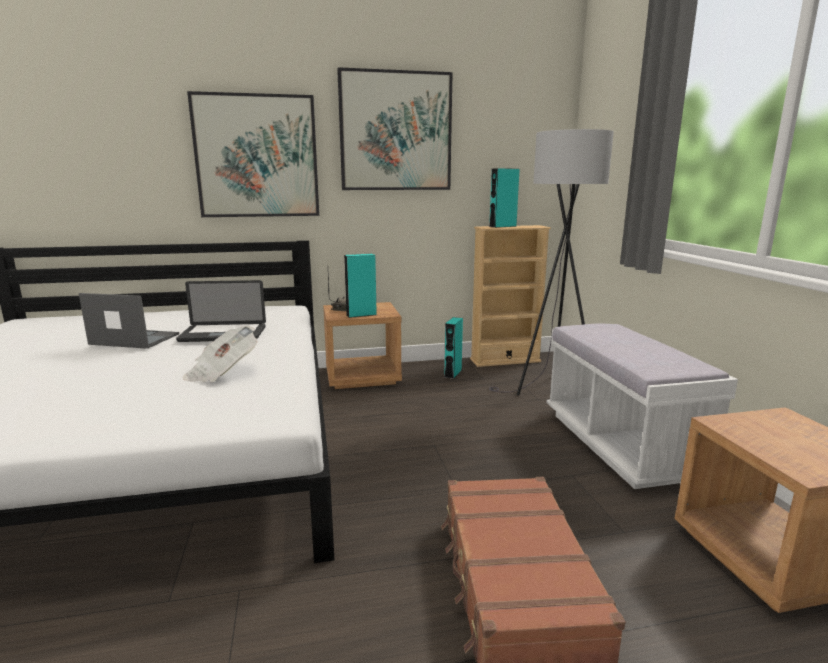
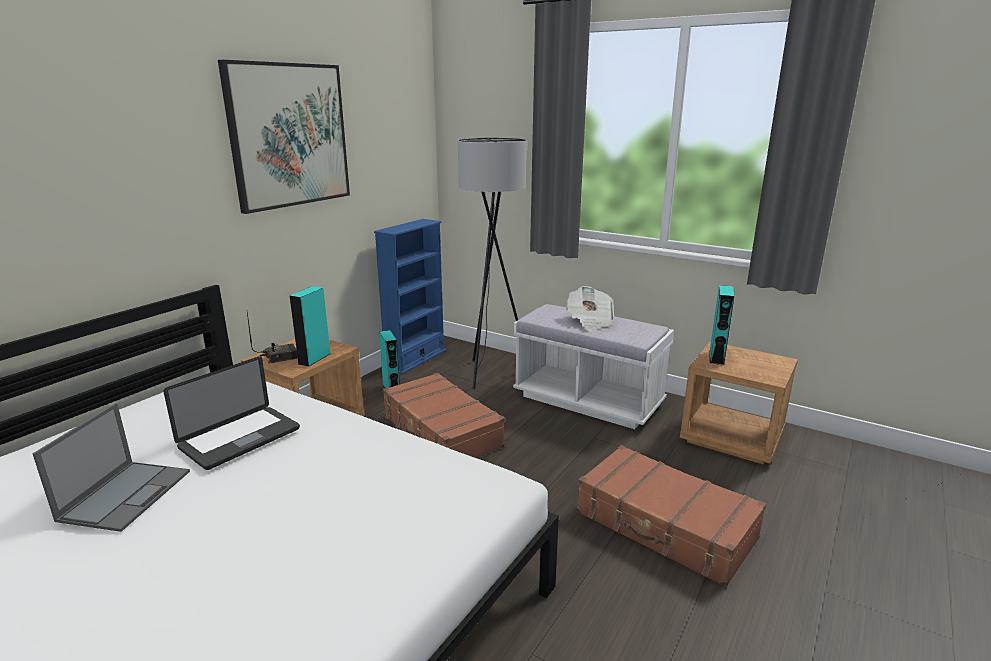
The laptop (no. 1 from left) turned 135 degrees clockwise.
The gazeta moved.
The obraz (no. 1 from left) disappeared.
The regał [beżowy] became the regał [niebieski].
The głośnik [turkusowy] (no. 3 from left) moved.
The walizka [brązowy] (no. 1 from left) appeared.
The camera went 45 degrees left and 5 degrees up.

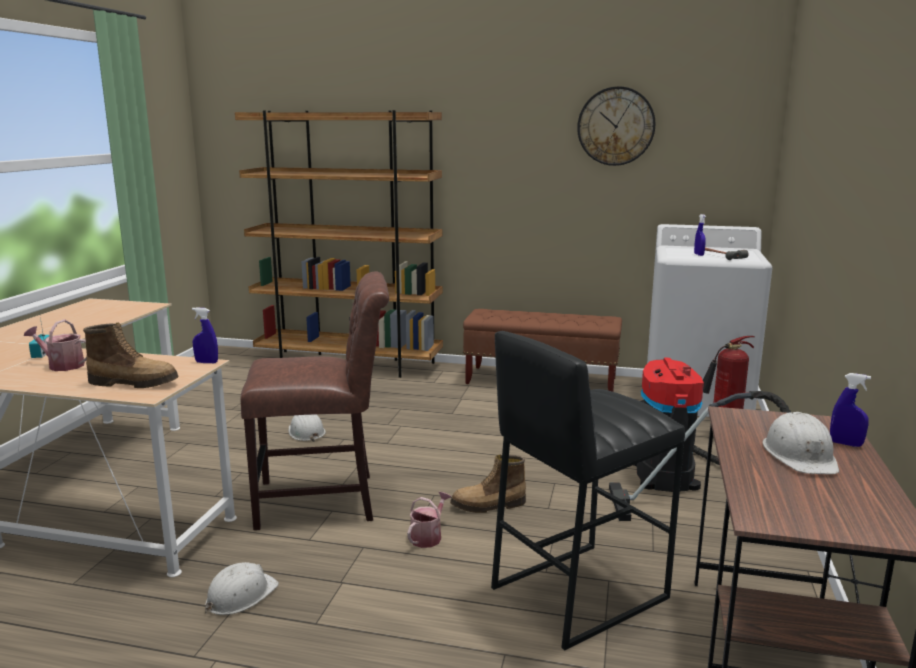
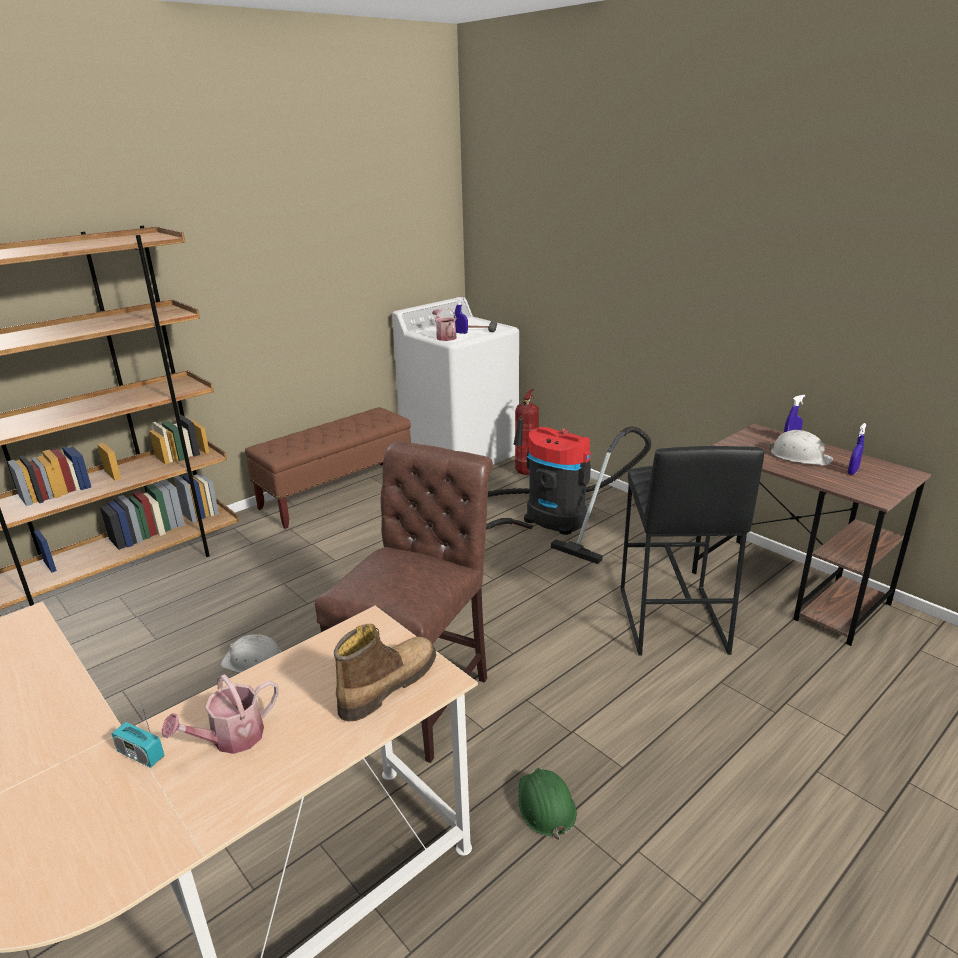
The spryskiwacz [niebieski] (no. 1 from left in the first image) moved.
The kask [biały] (no. 1 from left) became the kask [zielony].
The konewka (no. 2 from left) moved.
The but z cholewką (no. 2 from left) disappeared.
The zegar ścienny disappeared.
The camera went 55 degrees left and 10 degrees up.

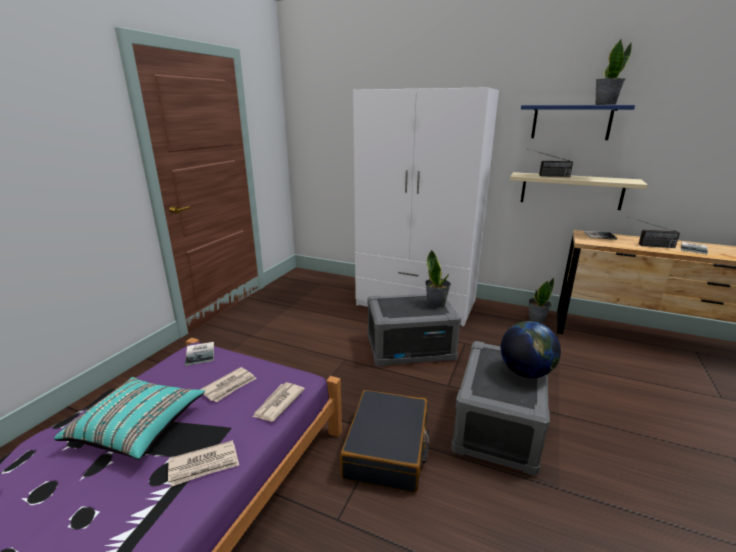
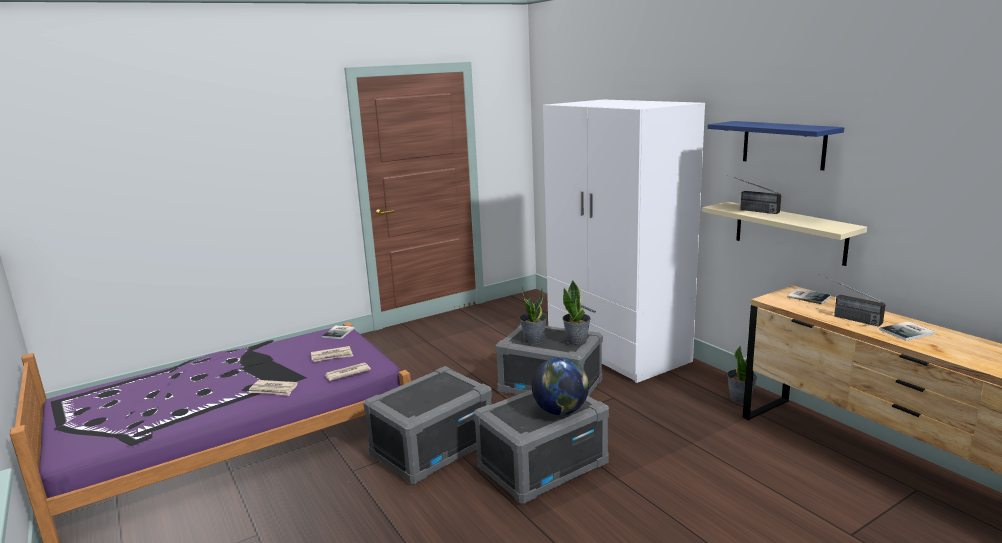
The poduszka [turkusowy] disappeared.
The walizka [czarny] was replaced by the pojemnik do przechowywania [szary] (no. 1 from left).
The roślina doniczkowa (no. 3 from left in the first image) moved.
The camera went 35 degrees right and 5 degrees down.

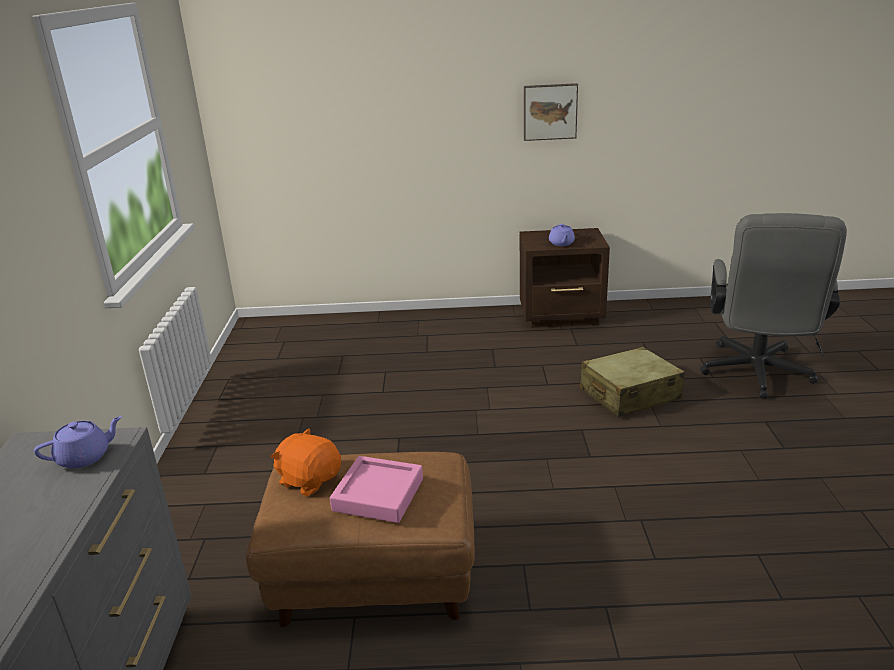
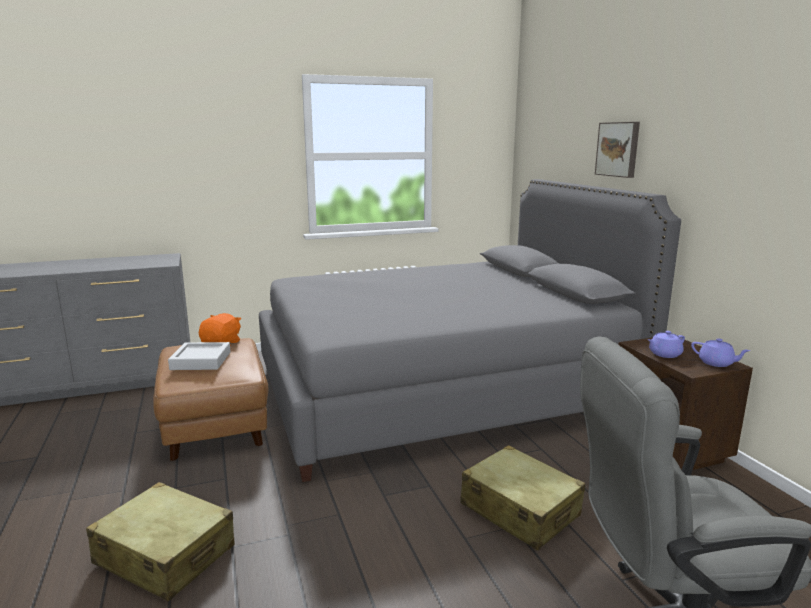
The imbryk [fioletowy] (no. 1 from left in the first image) moved.
The taca [różowy] became the taca [szary].
The obraz moved.
The walizka [beżowy] (no. 1 from left) appeared.
The łóżko [szary] appeared.
The camera went 70 degrees right and 10 degrees down.

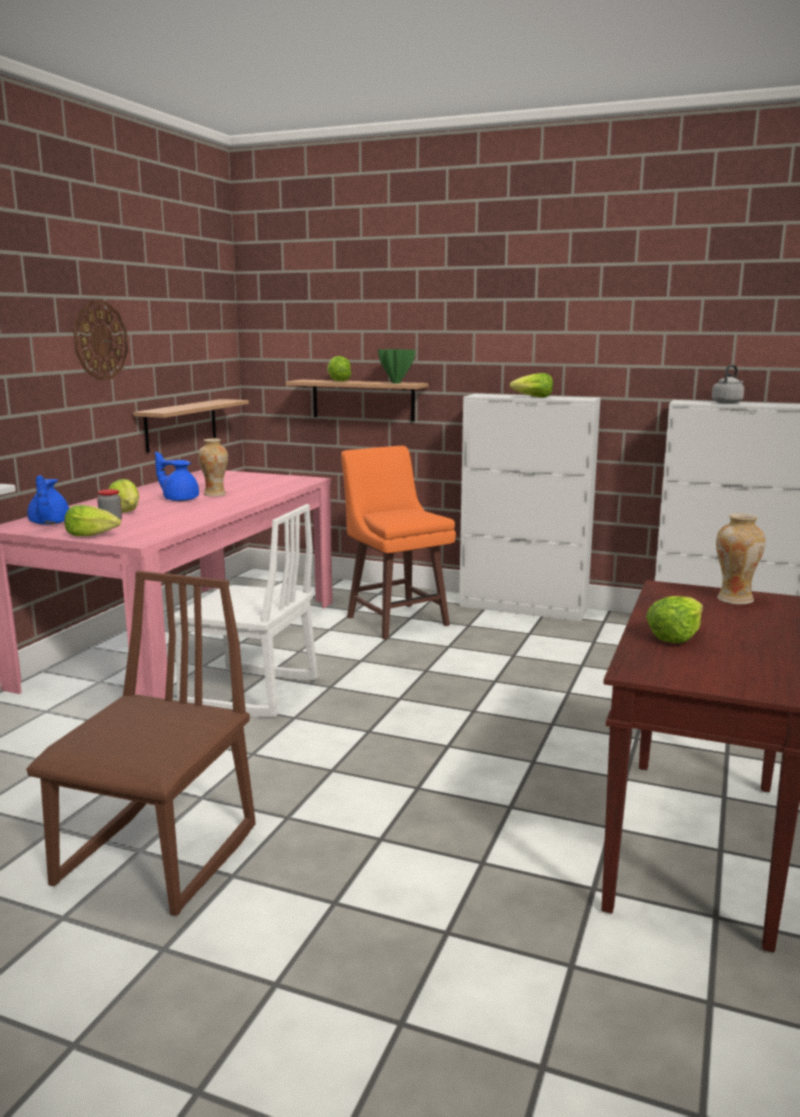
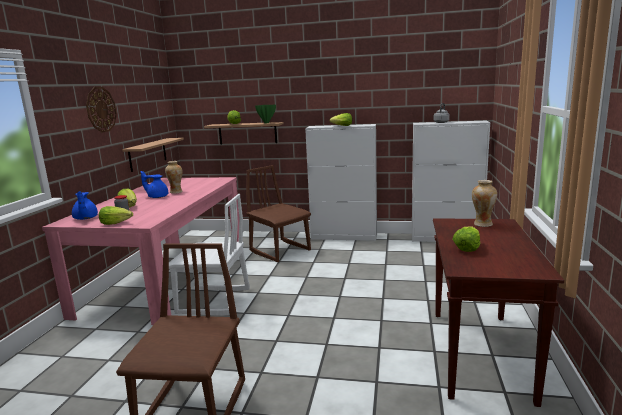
The stołek [pomarańczowy] was replaced by the krzesło [brązowy] (no. 2 from left).
The camera went 10 degrees left and 0 degrees up.

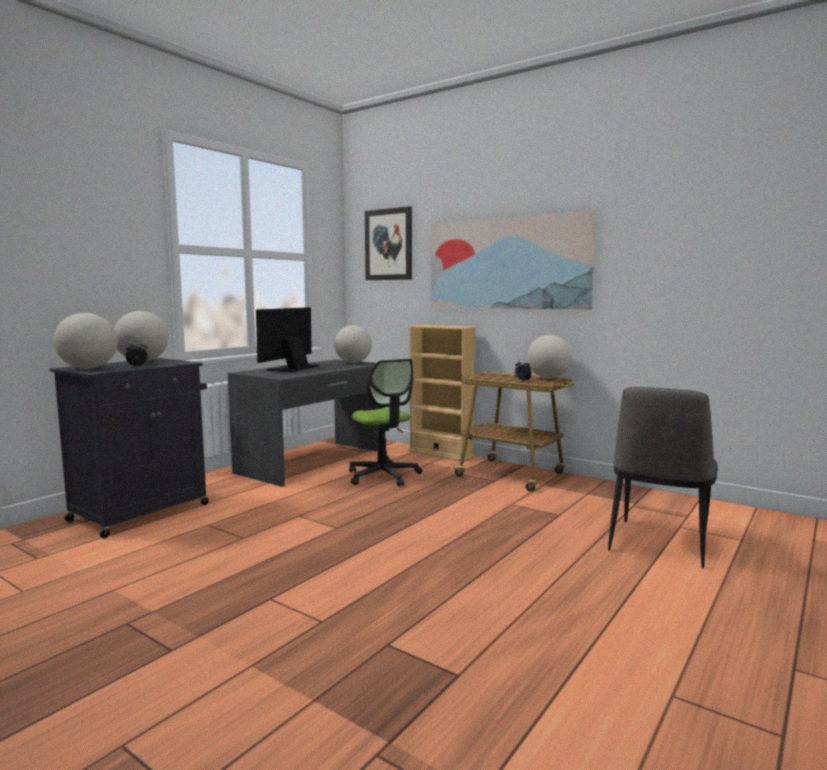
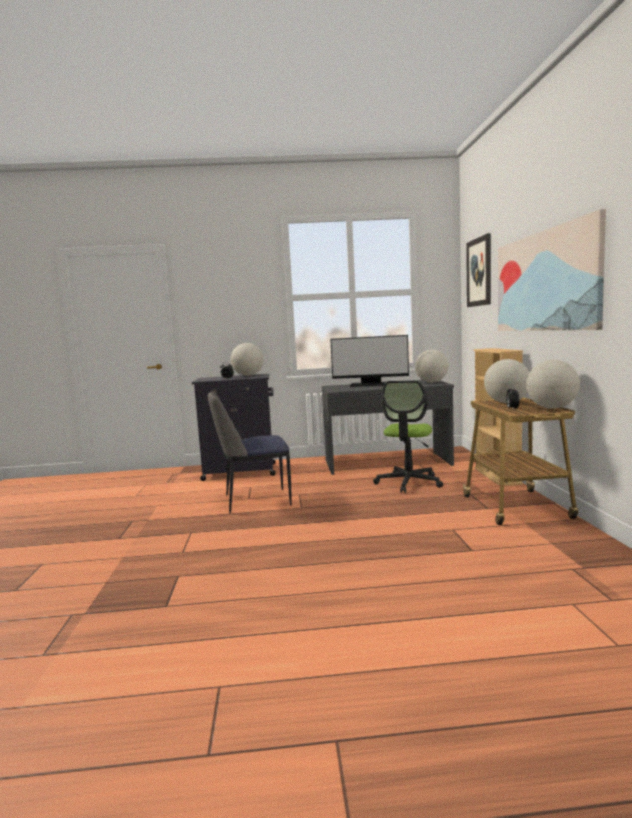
The globus (no. 1 from left in the first image) moved.
The monitor turned 150 degrees counterclockwise.
The krzesło moved.
The camera went 50 degrees right and 0 degrees up.

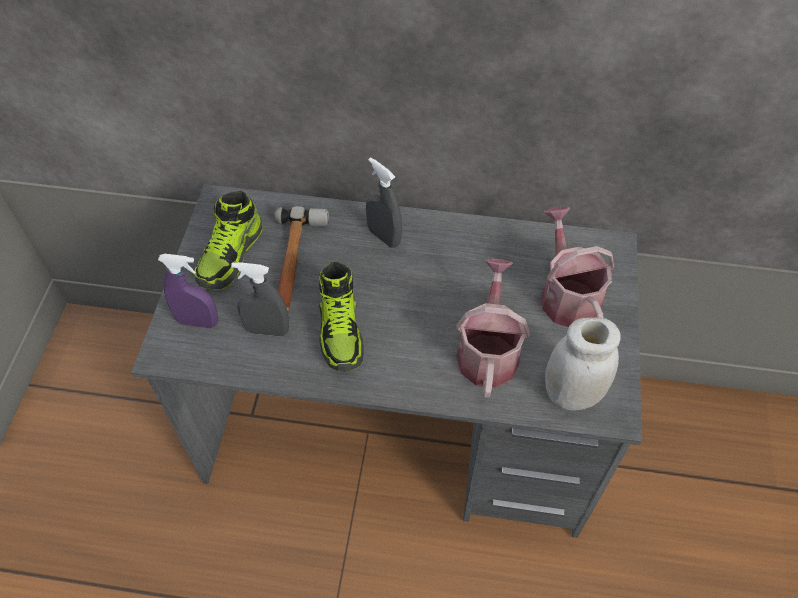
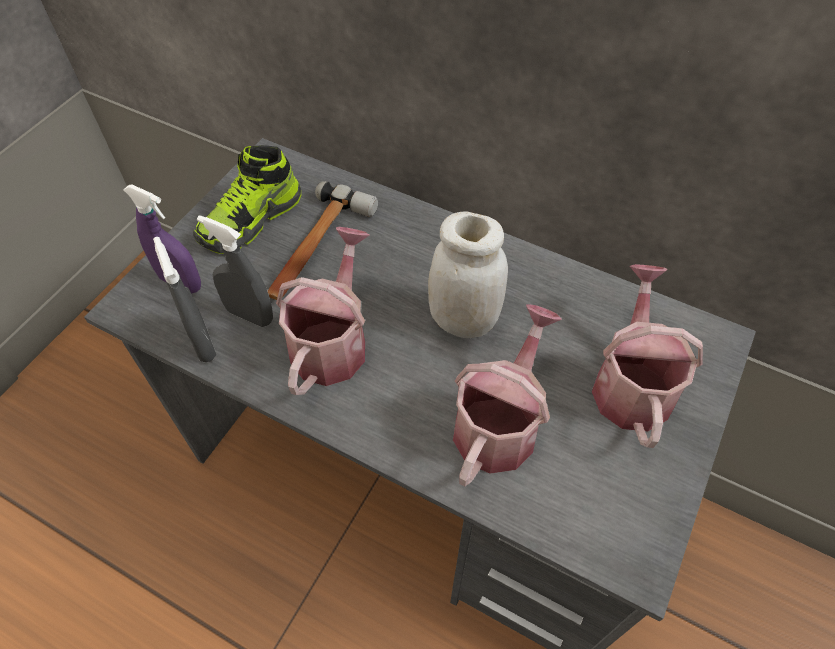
The but (no. 2 from left) was replaced by the konewka (no. 1 from left).
The spryskiwacz [szary] (no. 2 from left in the first image) moved.
The słoik [biały] moved.
The camera went 20 degrees right and 0 degrees up.

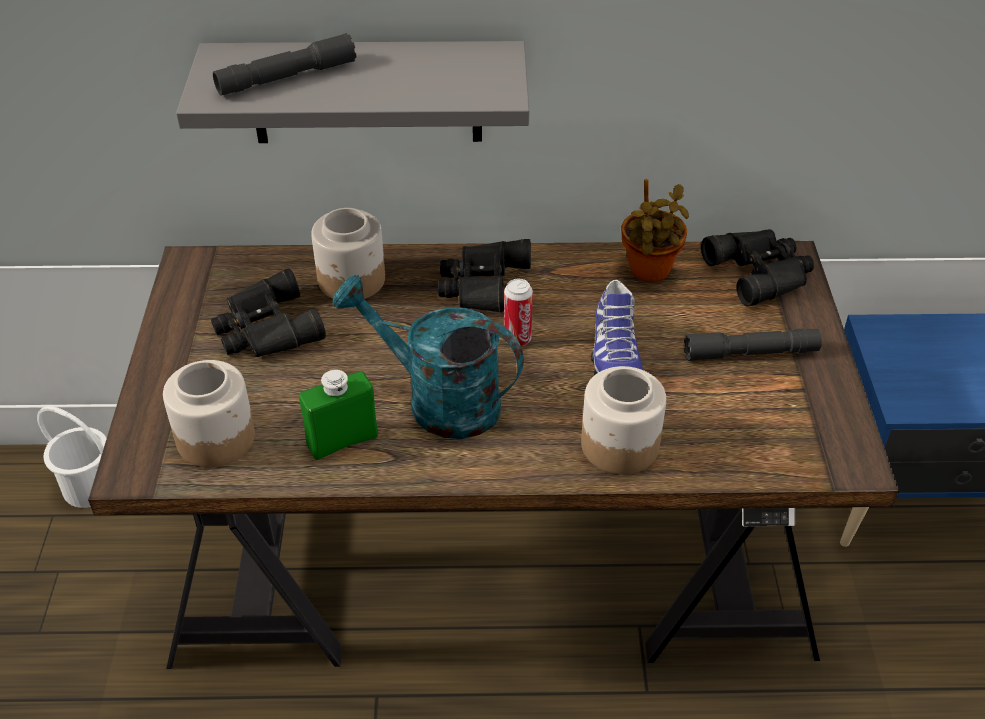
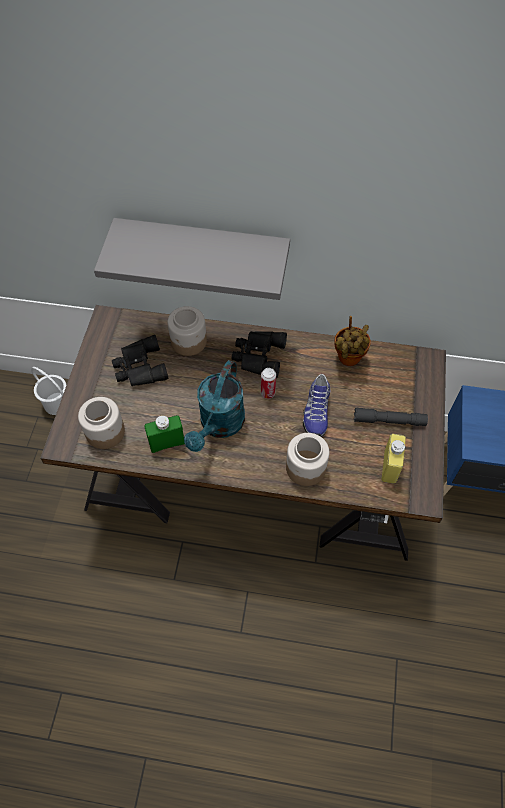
The latarka [szary] (no. 1 from left) disappeared.
The konewka [turkusowy] turned 105 degrees counterclockwise.
The lornetka [czarny] (no. 3 from left) disappeared.
The butelka [żółty] appeared.
The camera went 10 degrees right and 15 degrees up.

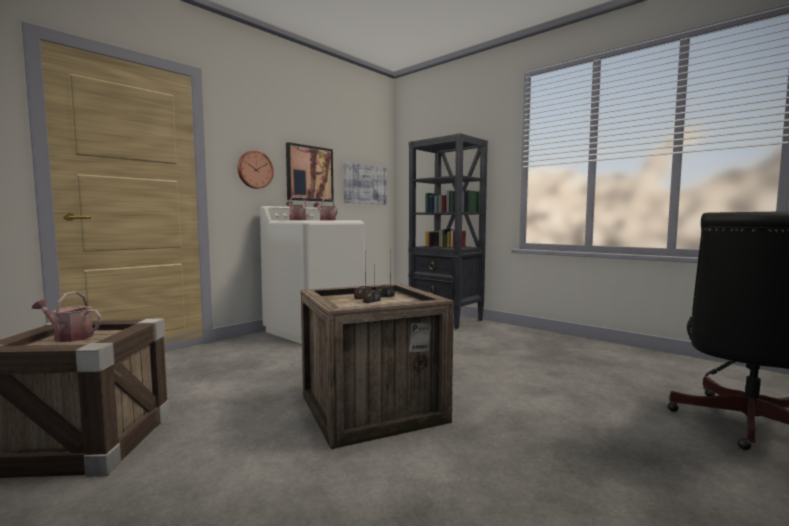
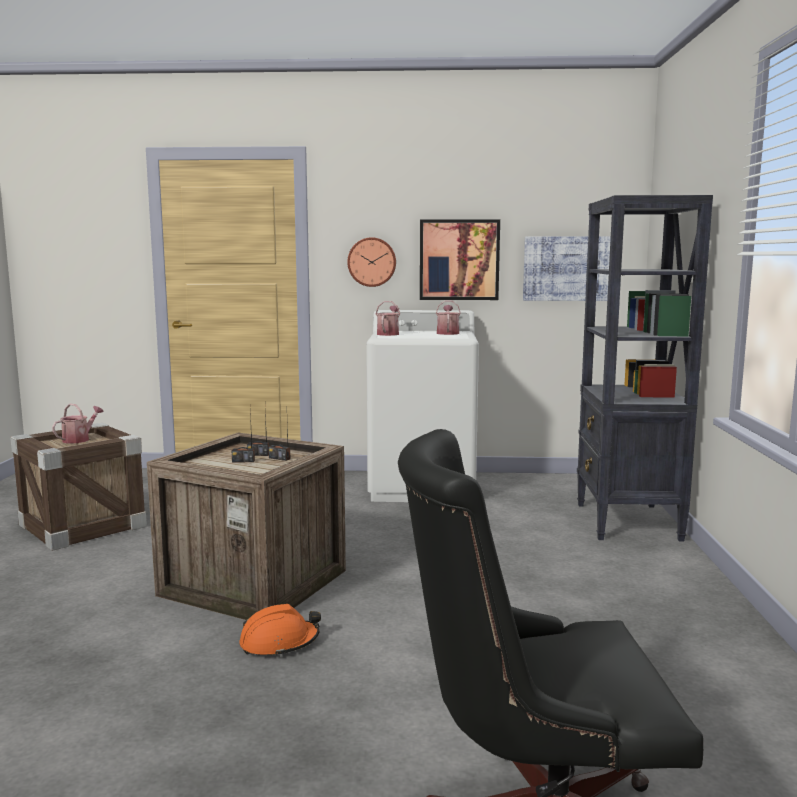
The konewka (no. 1 from left) turned 60 degrees clockwise.
The kask [pomarańczowy] appeared.
The camera went 50 degrees right and 5 degrees up.

